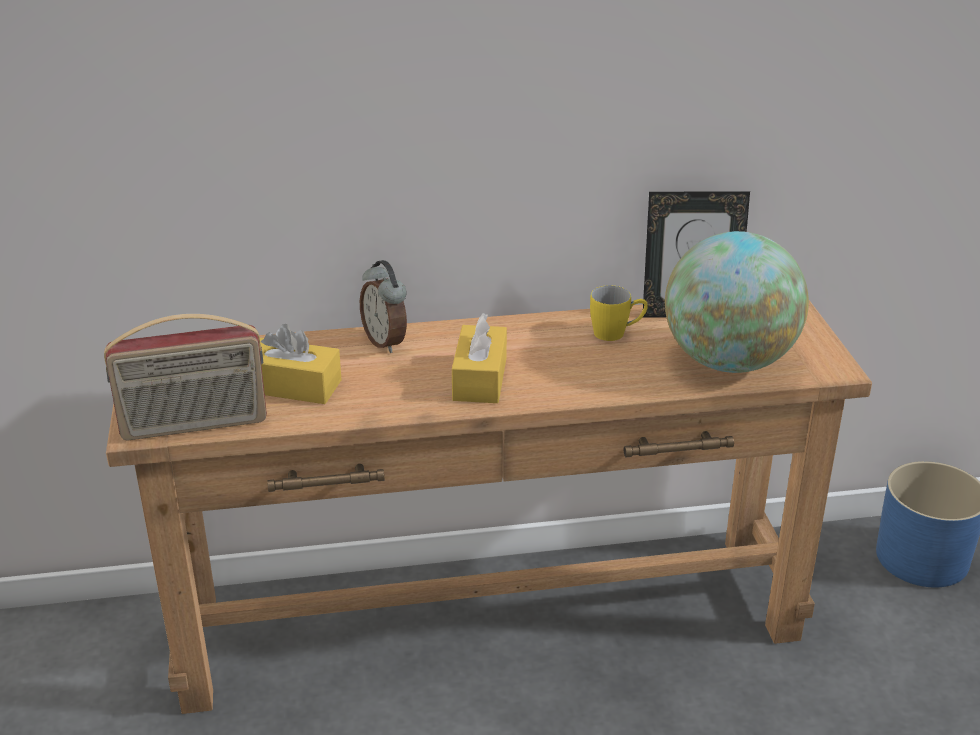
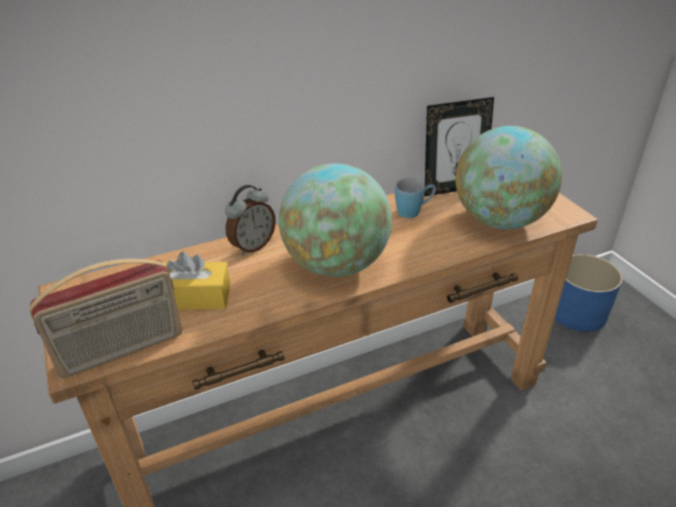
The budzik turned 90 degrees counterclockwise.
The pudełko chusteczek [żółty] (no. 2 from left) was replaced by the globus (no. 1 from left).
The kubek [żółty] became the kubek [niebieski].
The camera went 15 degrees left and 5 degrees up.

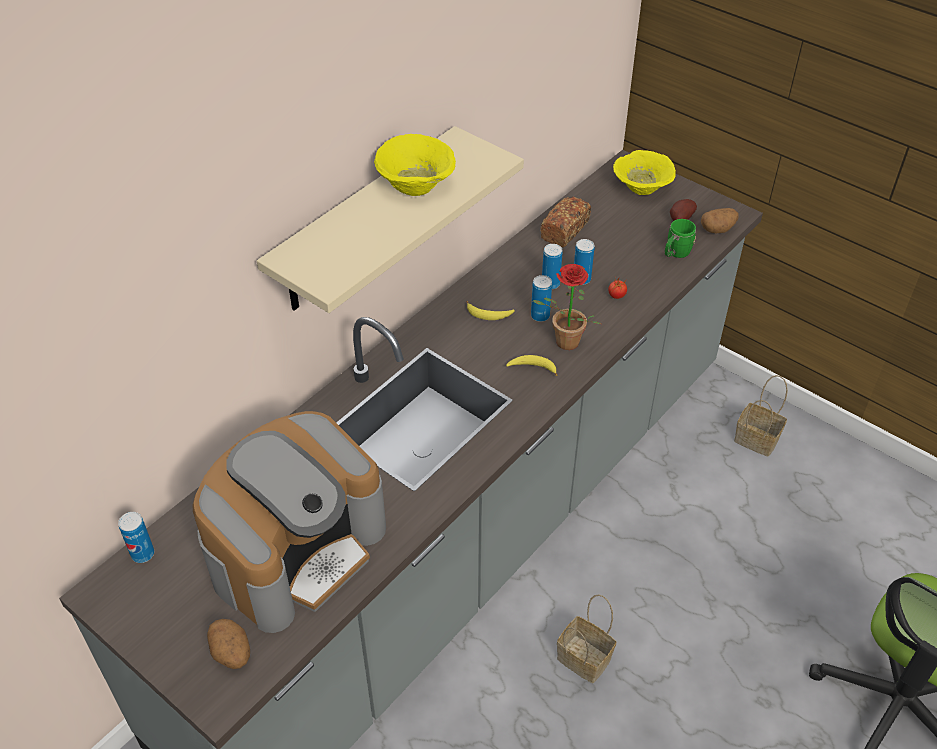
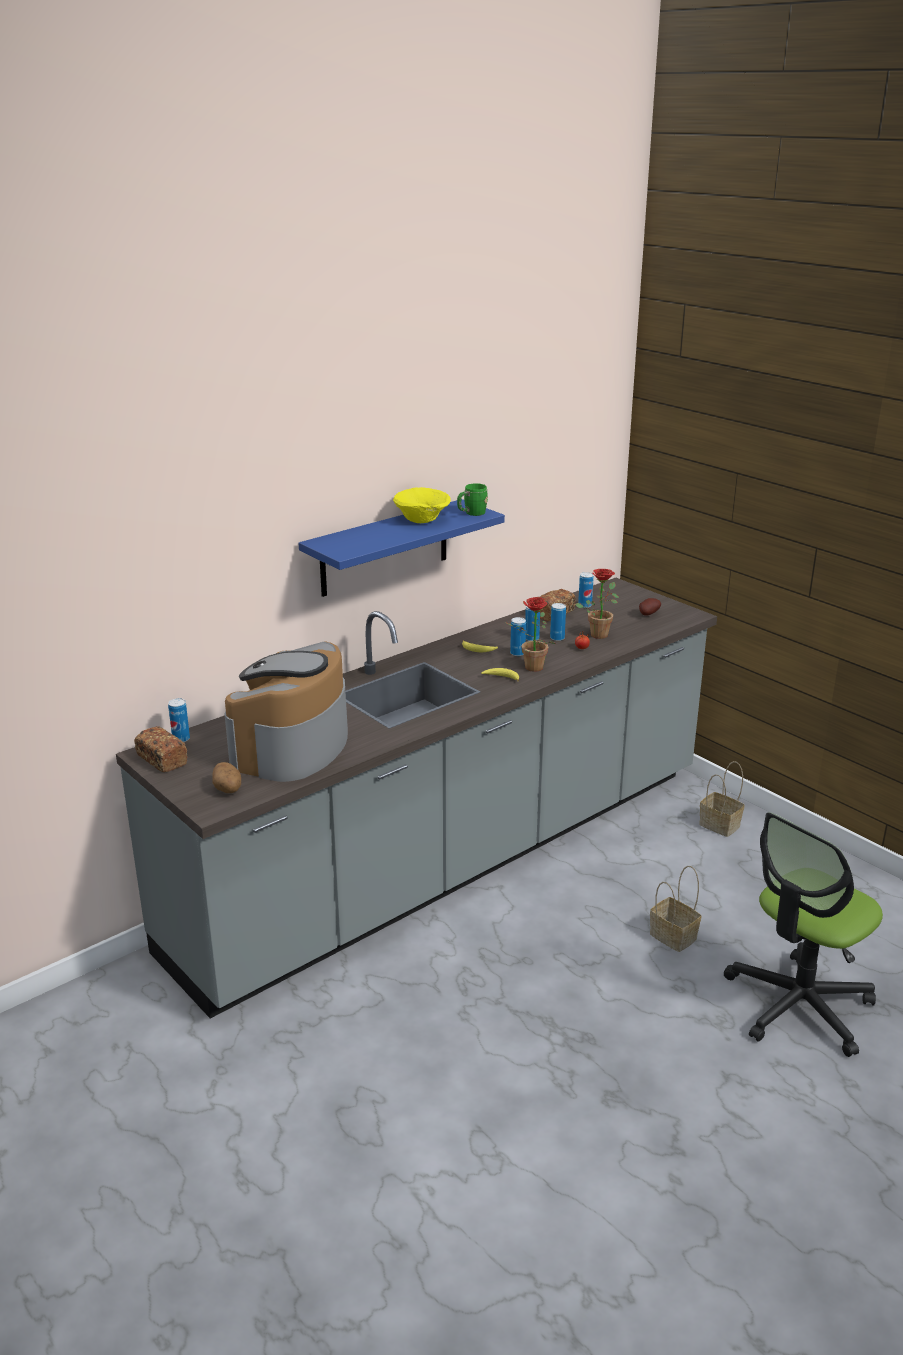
The ekspres do kawy turned 150 degrees clockwise.
The półka [beżowy] became the półka [niebieski].
The koszyk (no. 1 from left) moved.
The miska [żółty] (no. 2 from left) disappeared.
The kubek [zielony] moved.
The ziemniak (no. 3 from left) disappeared.
The chleb (no. 1 from left) appeared.
The roślina doniczkowa (no. 2 from left) appeared.
The puszka (no. 5 from left) appeared.
The camera went 10 degrees right and 20 degrees down.

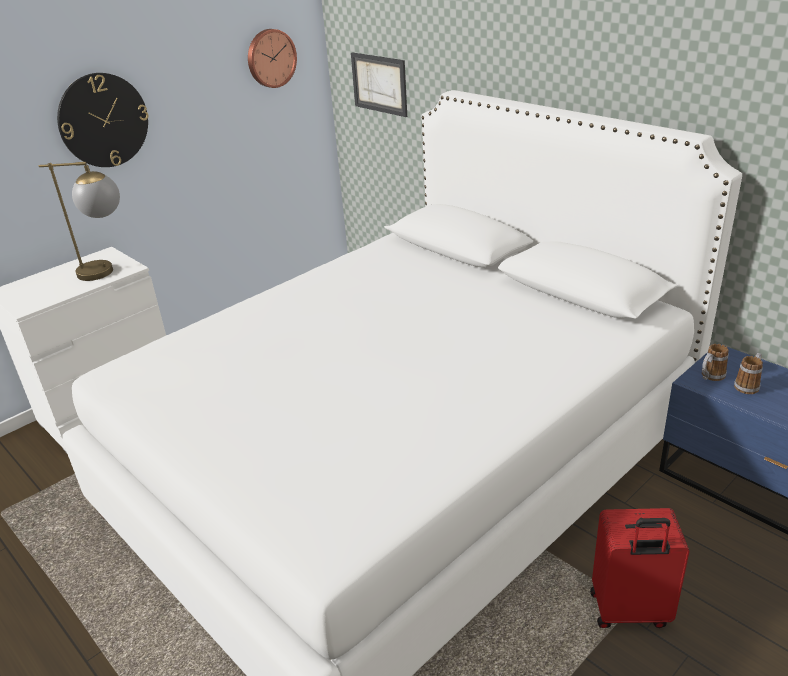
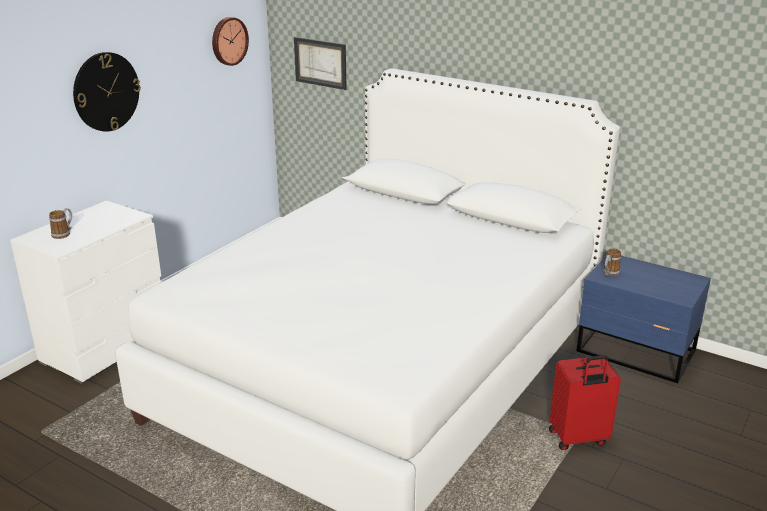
The lampa stołowa disappeared.
The kubek (no. 2 from left in the first image) moved.
The camera went 15 degrees left and 5 degrees down.

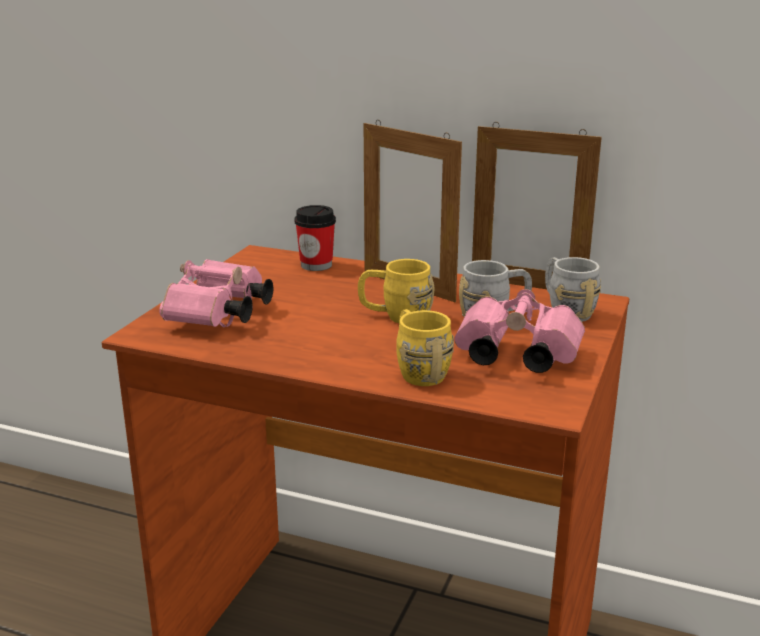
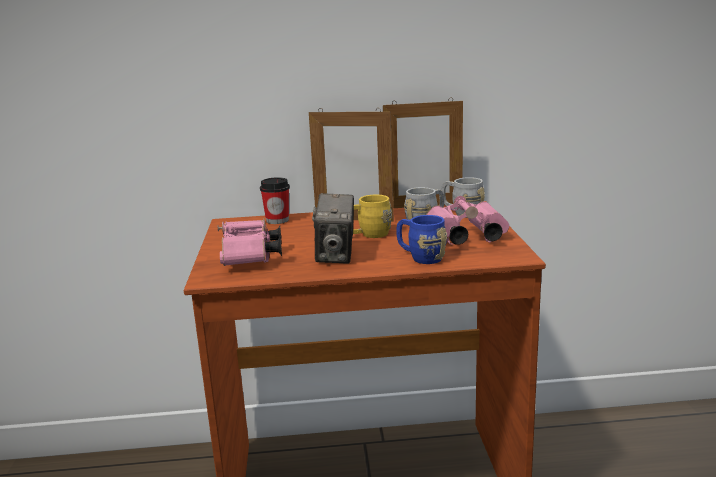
The kubek [żółty] (no. 2 from left) became the kubek [niebieski].
The aparat fotograficzny appeared.
The camera went 25 degrees left and 5 degrees down.

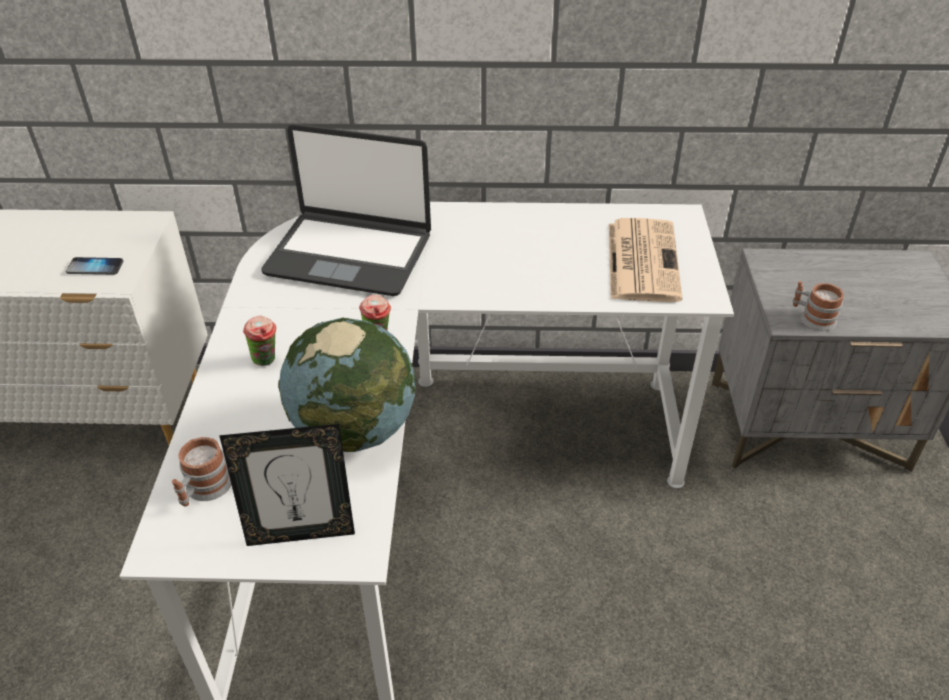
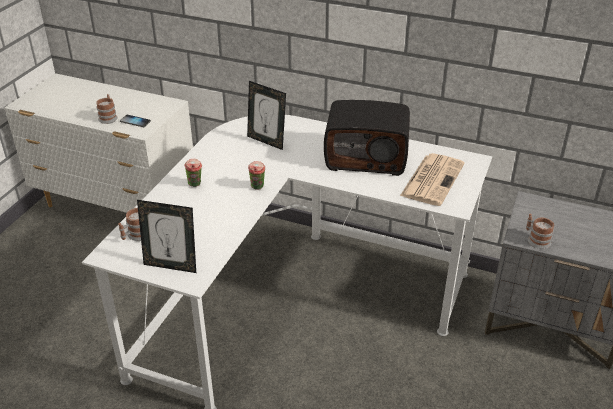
The laptop was replaced by the ramka na zdjęcie (no. 2 from left).
The globus disappeared.
The kubek (no. 1 from left) appeared.
The radio appeared.
The camera went 20 degrees right and 5 degrees down.

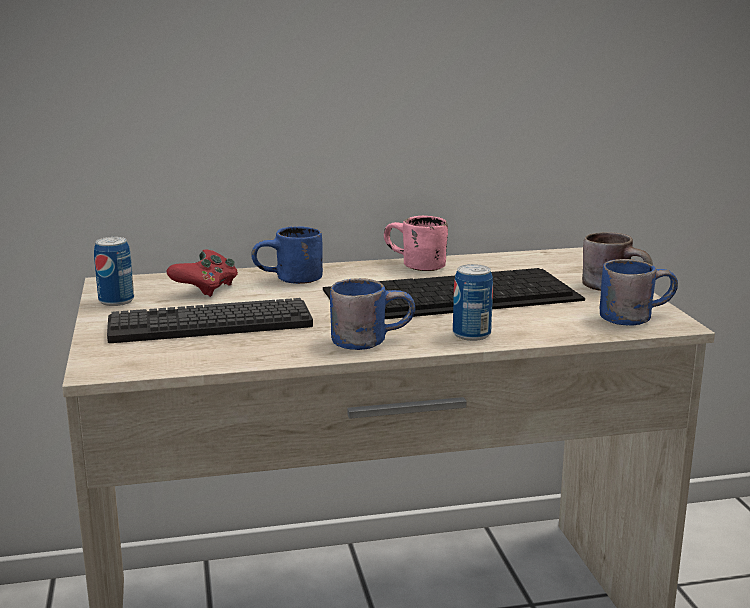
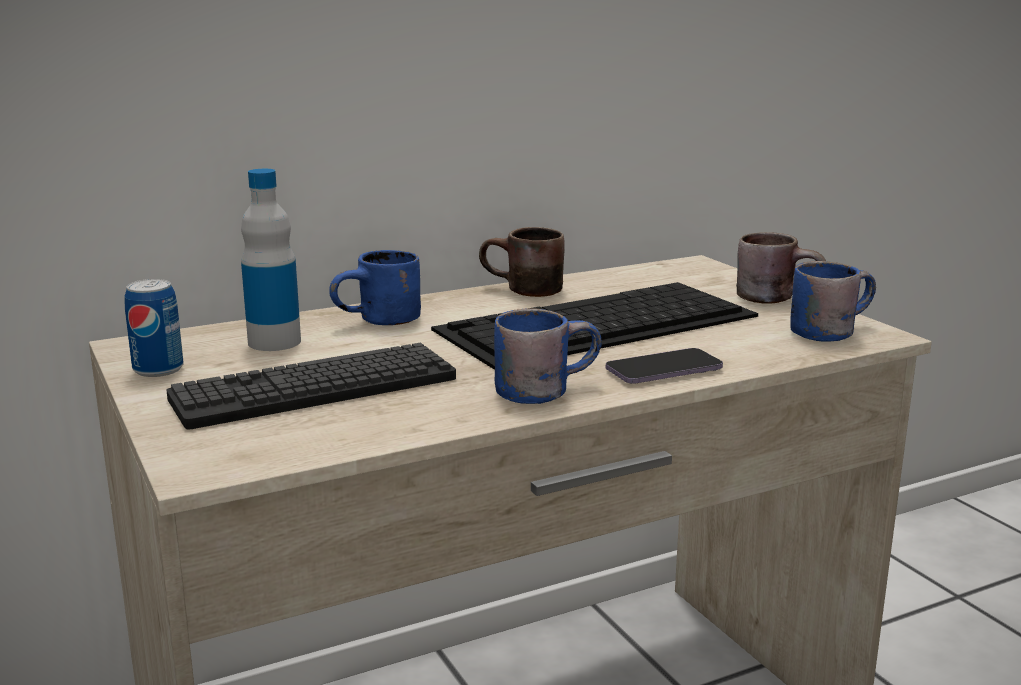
The pad do gier [czerwony] was replaced by the butelka.
The kubek [różowy] became the kubek [brązowy] (no. 1 from left).
The puszka (no. 2 from left) was replaced by the telefon.
The camera went 15 degrees left and 0 degrees up.

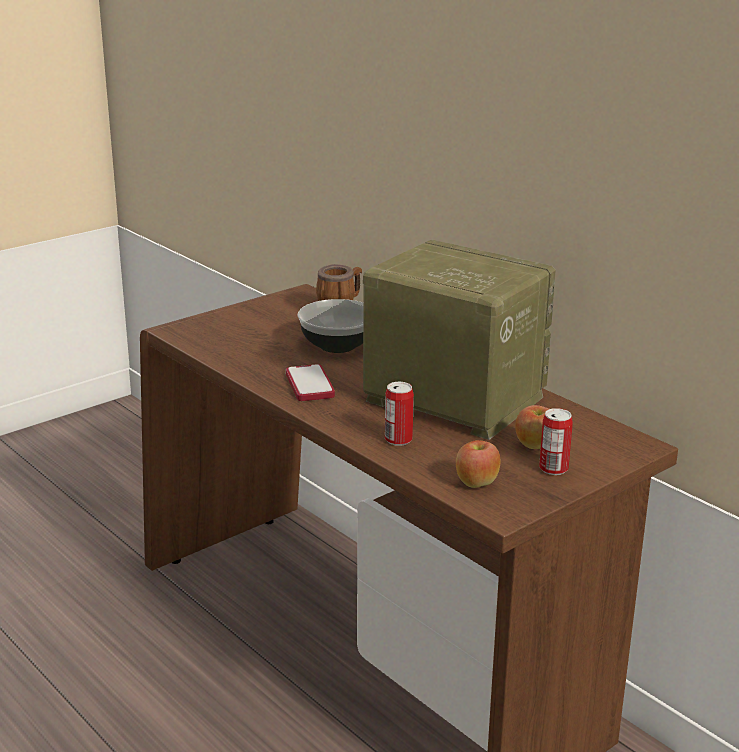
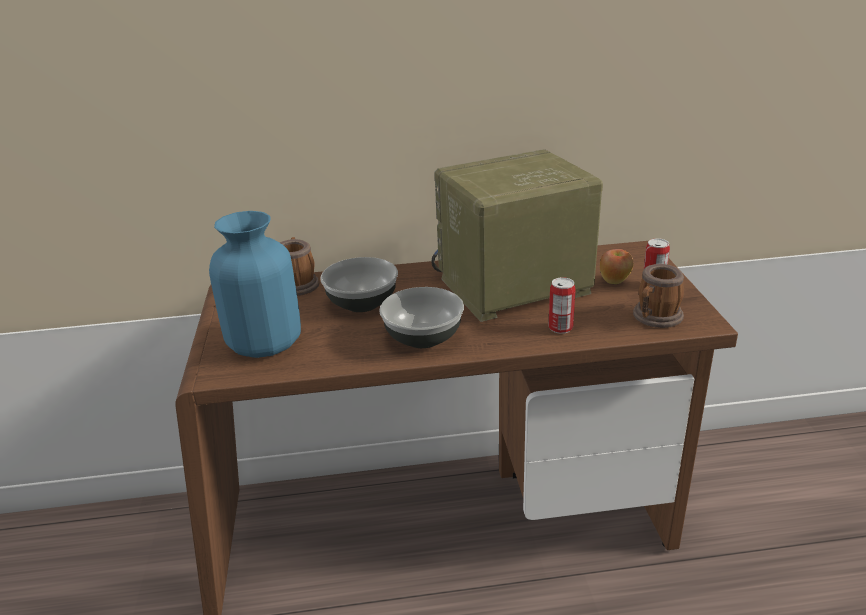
The telefon was replaced by the miska (no. 2 from left).
The jabłko (no. 1 from left) was replaced by the kubek (no. 2 from left).
The wazon [niebieski] appeared.
The camera went 55 degrees left and 5 degrees up.

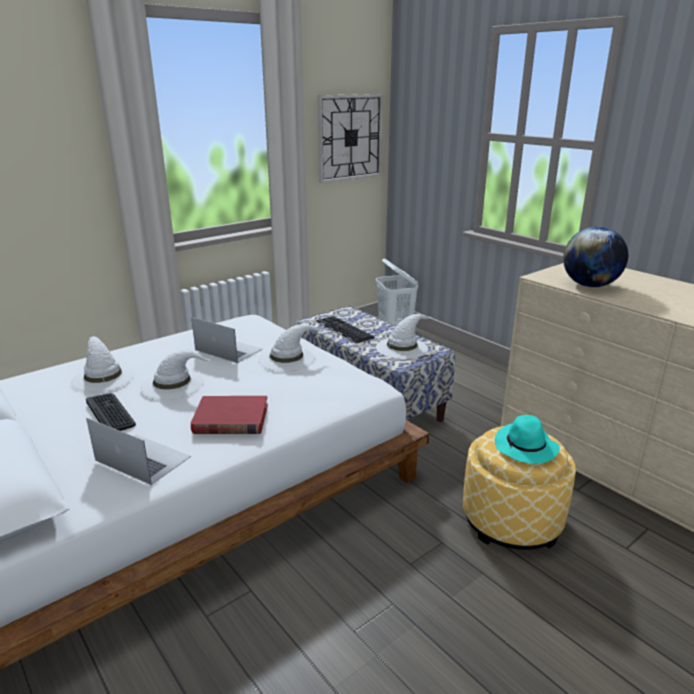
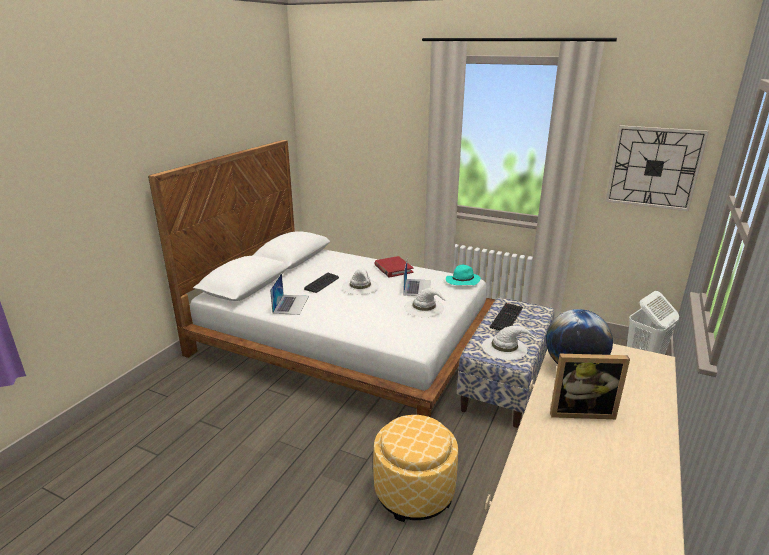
The kapelusz [biały] (no. 1 from left) disappeared.
The książka [czerwony] moved.
The kapelusz [turkusowy] moved.
The ramka na zdjęcie appeared.
The camera went 65 degrees right and 0 degrees up.

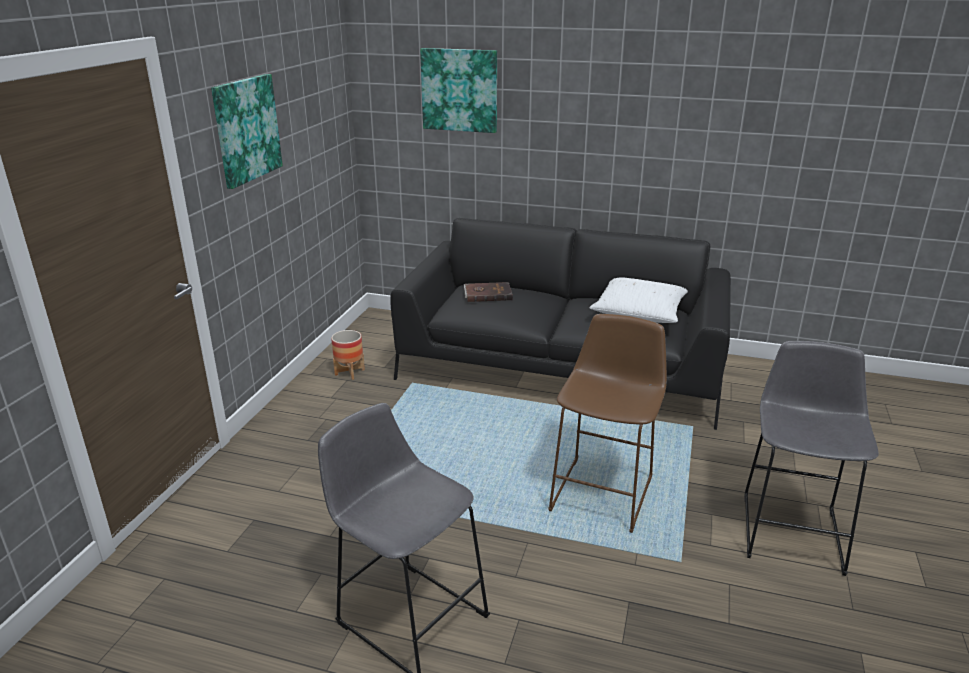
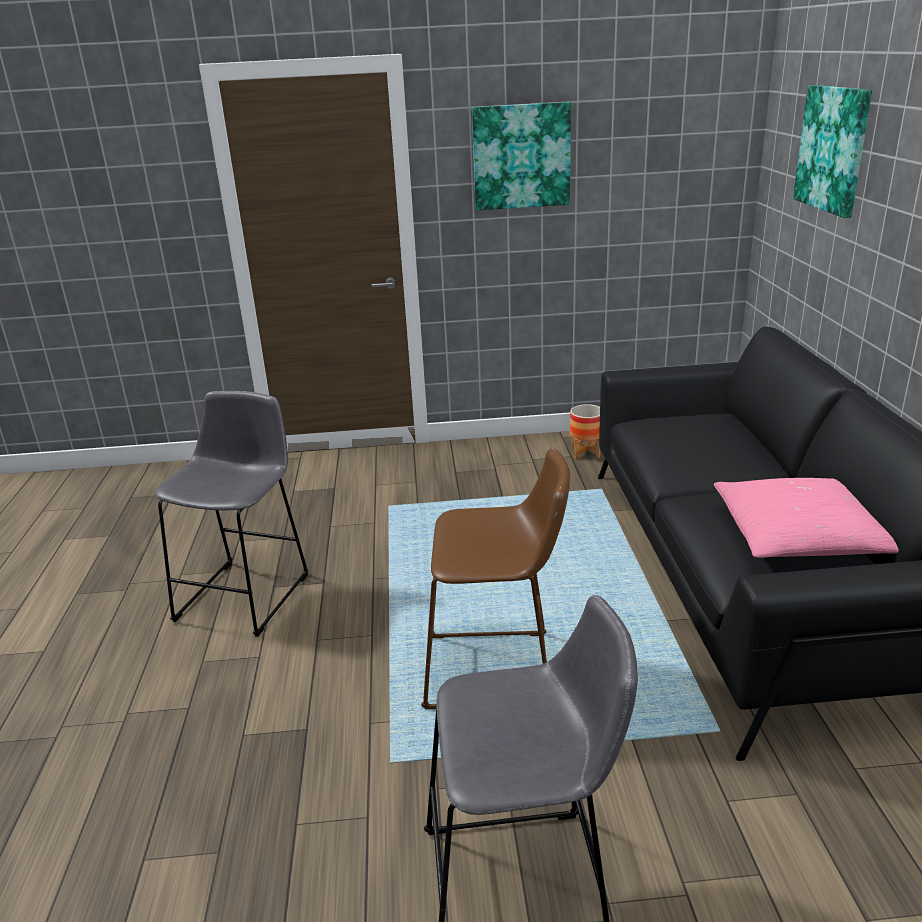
The książka [brązowy] disappeared.
The poduszka [biały] became the poduszka [różowy].
The camera went 70 degrees right and 0 degrees up.

